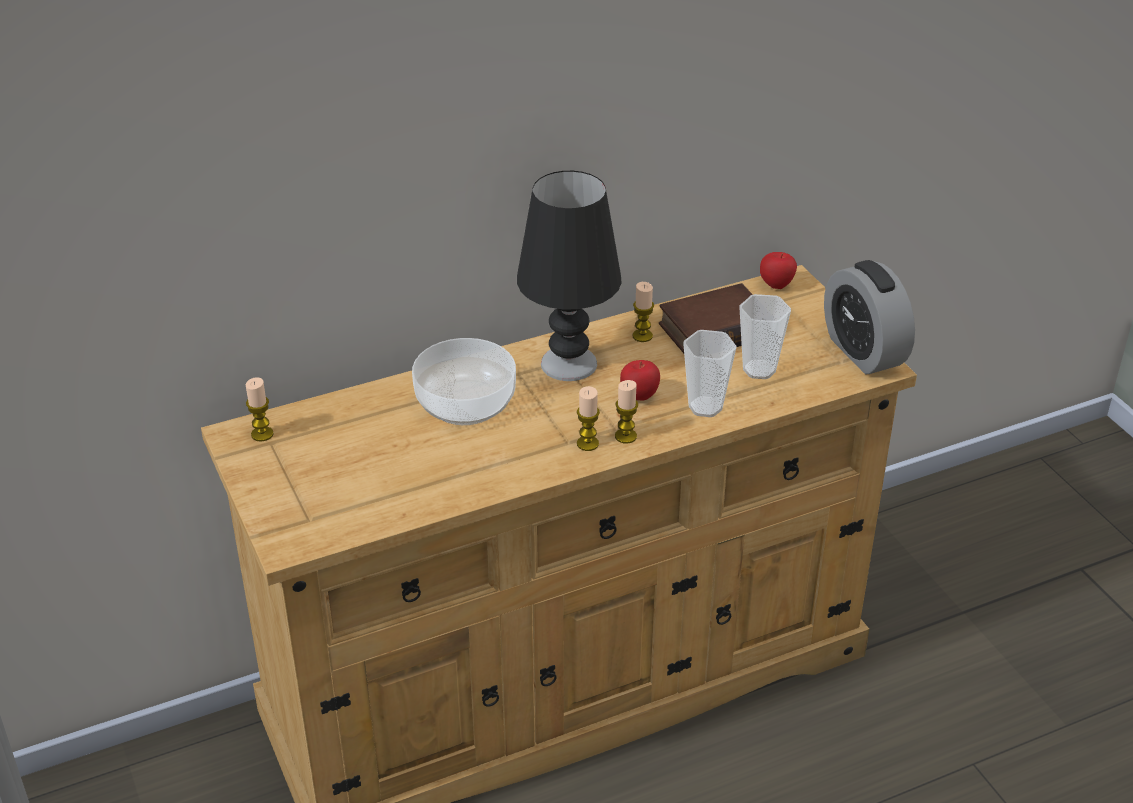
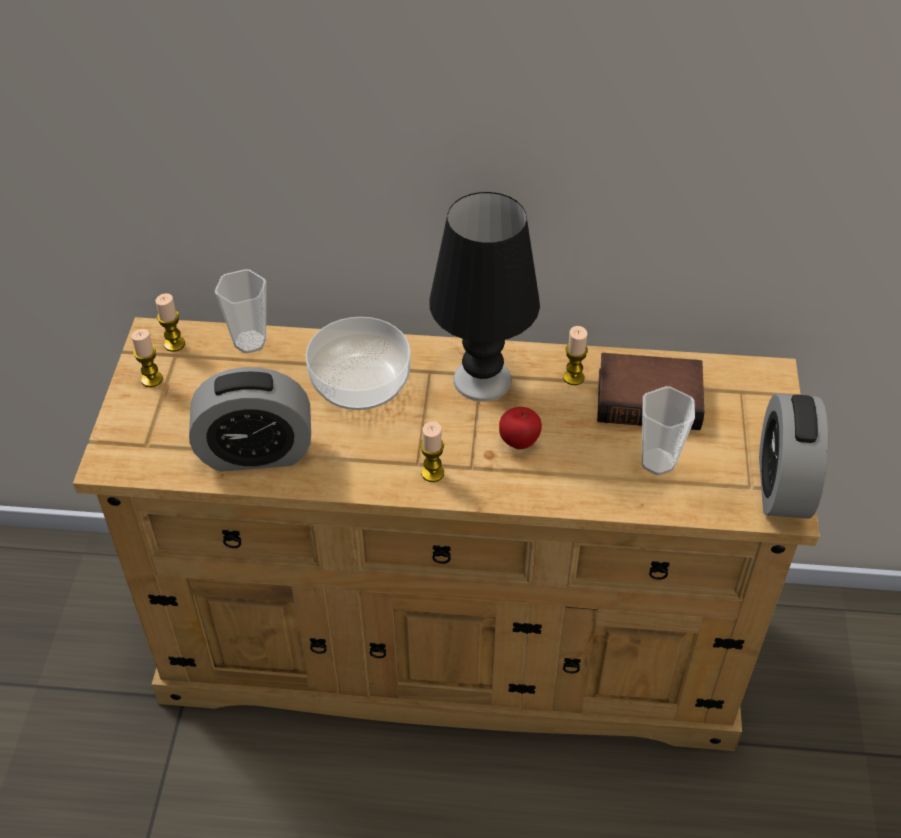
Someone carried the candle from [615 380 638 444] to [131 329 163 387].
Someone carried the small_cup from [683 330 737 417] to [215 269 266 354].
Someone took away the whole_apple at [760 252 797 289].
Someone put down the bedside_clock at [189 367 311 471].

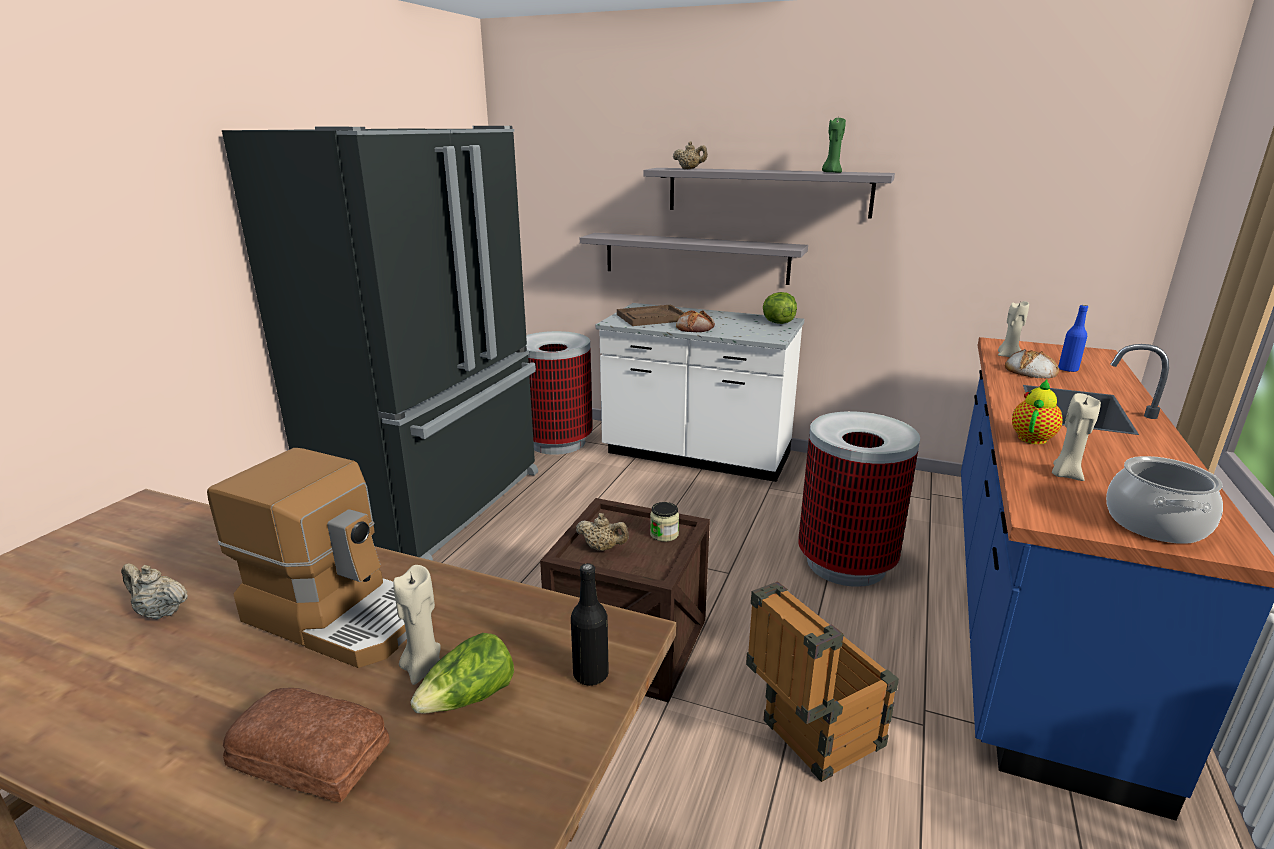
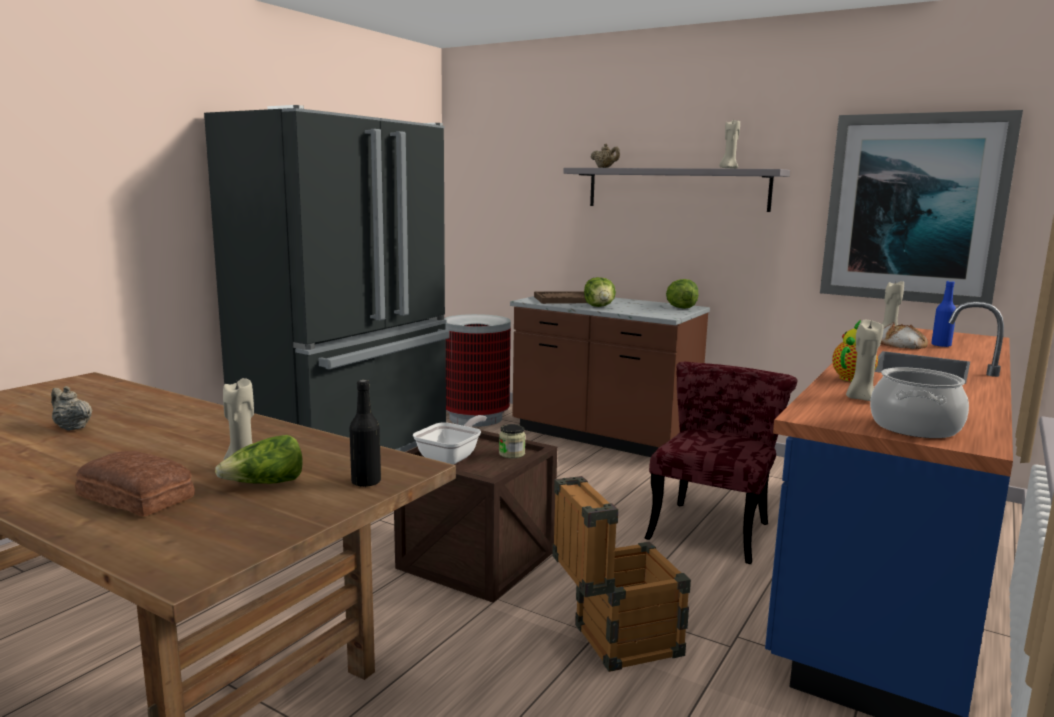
Someone took away the coffee_maker at [207 448 407 668].
Someone swapped the beige_teapot at [576 513 629 551] for the pan at [413 415 487 465].
Someone took away the greyish_wall_shelf at [580 233 808 285].
Someone repainted the white_counter at [596 303 804 482], which became the brown-coloured_counter at [510 291 710 457].
Someone swapped the bread at [676 310 715 332] for the lettuce_head at [584 277 616 307].
Someone swapped the waste_bin at [798 411 920 587] for the red_upright_chair at [644 362 797 564].
Someone repainted the greenish_candle at [822 118 846 173], which became the beige_candle at [719 120 740 169].
Someone put up the wall_art at [820 110 1023 305].

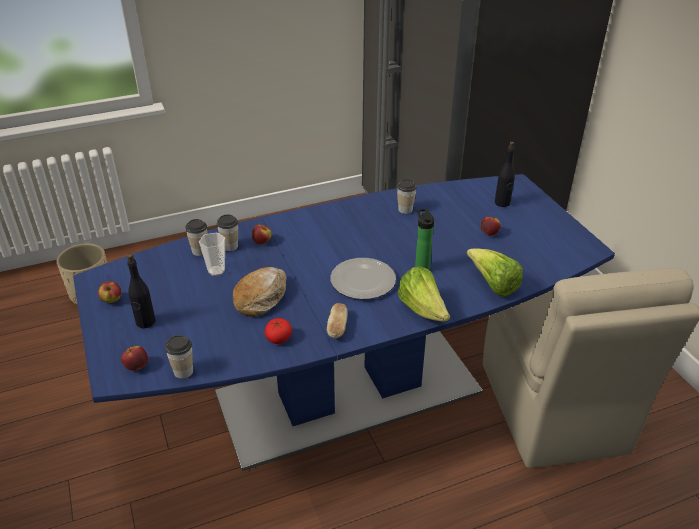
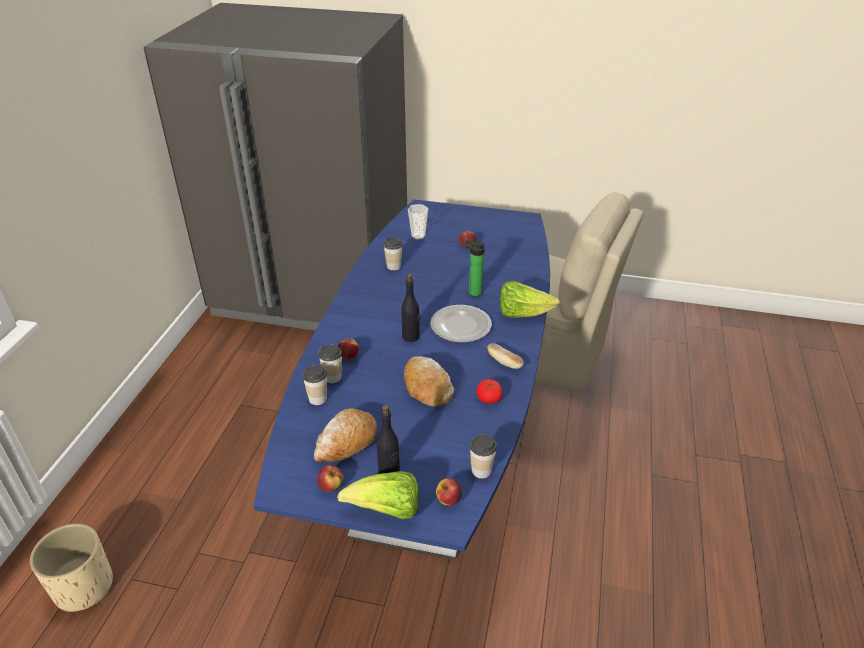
Someone carried the small_cup from [199 233 225 276] to [408 204 428 240].
Someone carried the lettuce_head from [466 248 523 297] to [337 471 419 519].
Someone carried the blackish_beverage_bottle from [495 142 515 207] to [401 273 420 342].
Someone put down the bread at [314 408 377 463].

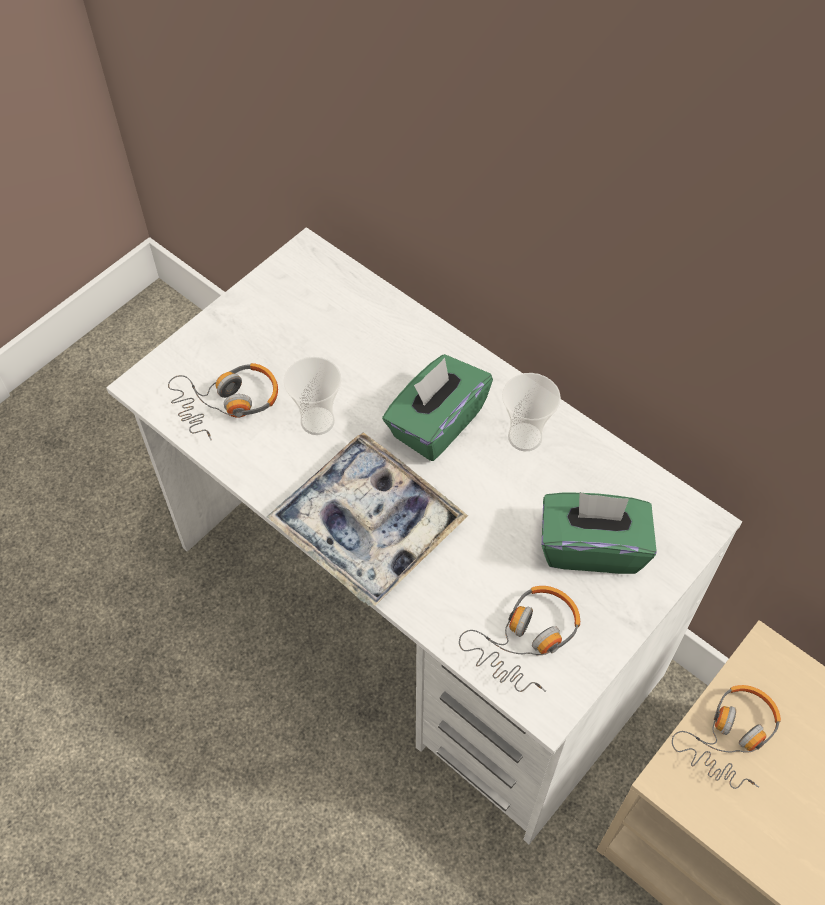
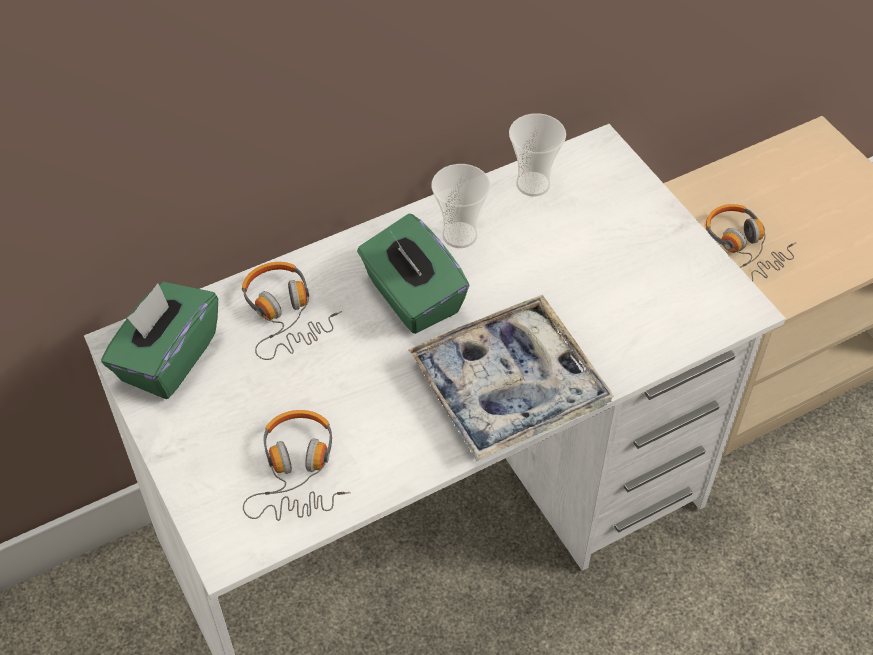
Someone carried the small_cup from [284 357 342 435] to [509 113 566 196].
Someone carried the headphones from [459 586 580 692] to [242 262 342 360].
Someone carried the greenish_box_of_tissues from [541 492 657 574] to [101 282 218 399].

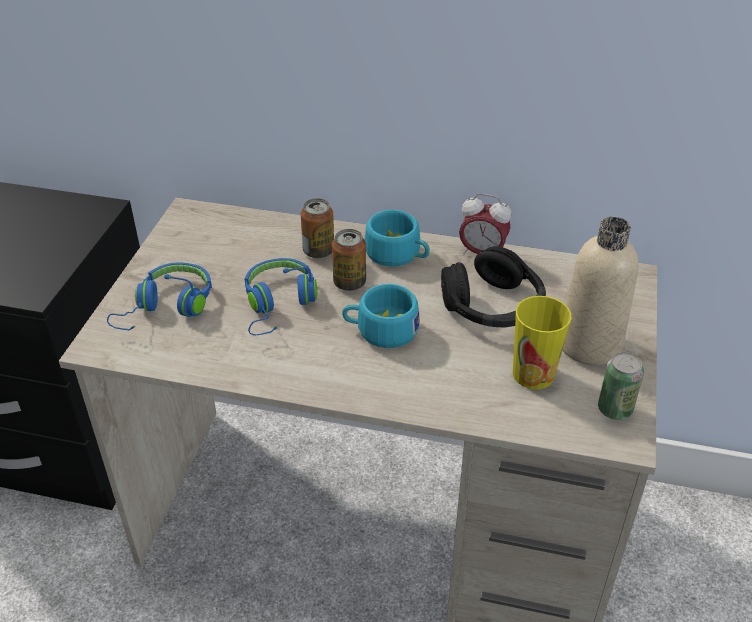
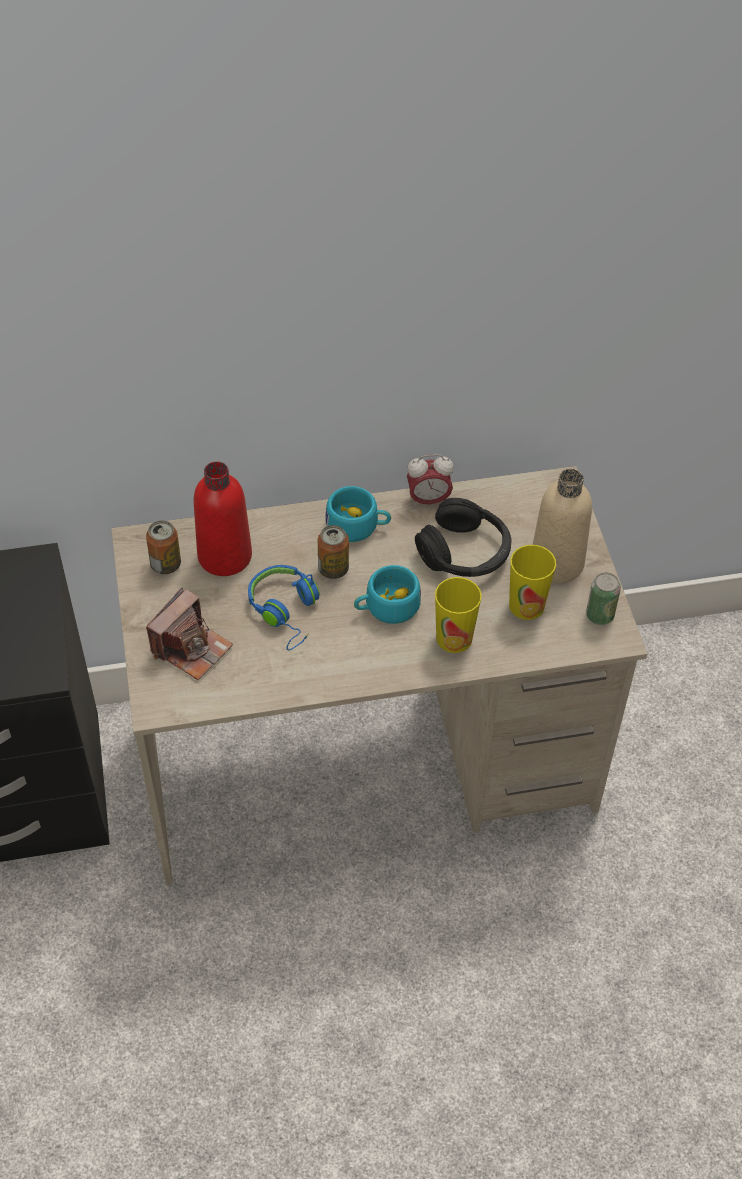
Someone swapped the blue_headphones at [107 262 212 330] for the still_camera at [146 588 233 680].
Someone carried the can from [301 198 334 258] to [146 520 181 574].
Someone put down the red_beverage_bottle at [194 462 252 576].
Someone put down the small_cup at [435 577 482 653].

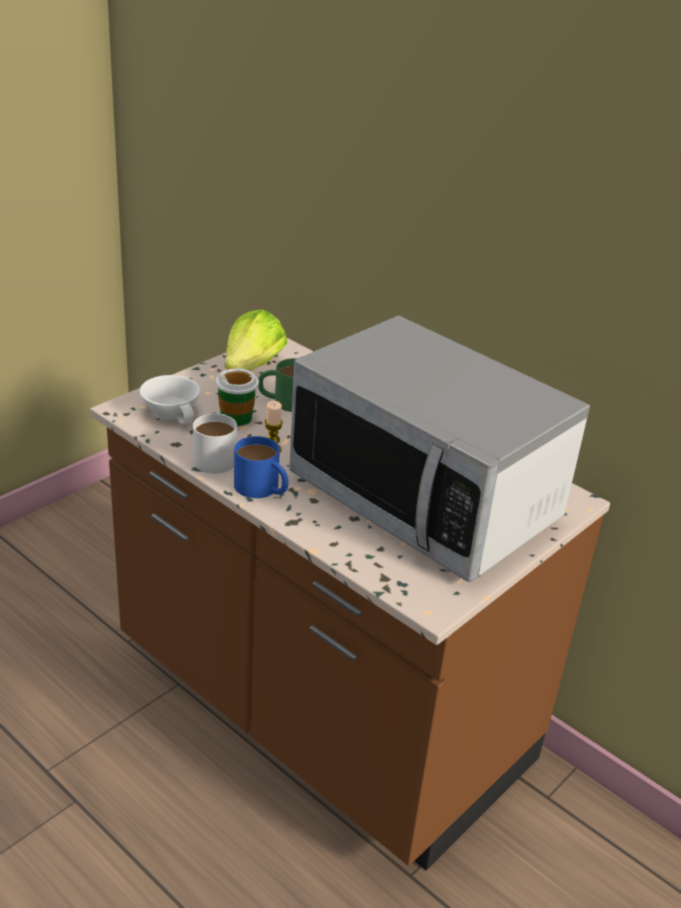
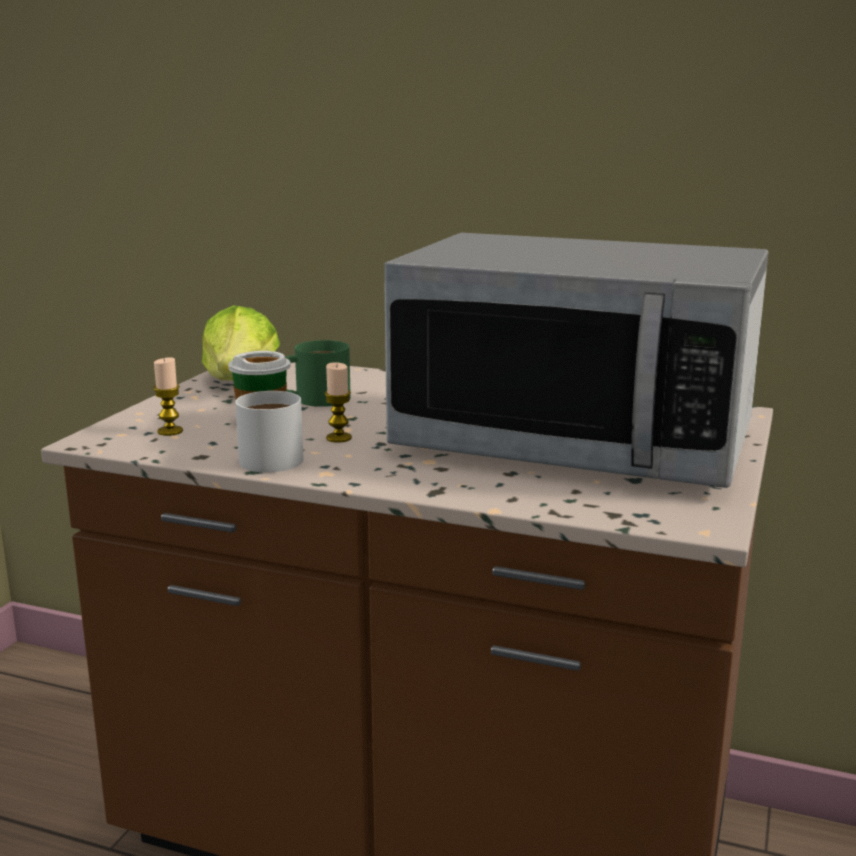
Someone swapped the white_small_cup at [140 375 200 424] for the candle at [153 357 183 436].
Someone took away the blue_mug at [234 436 288 498].

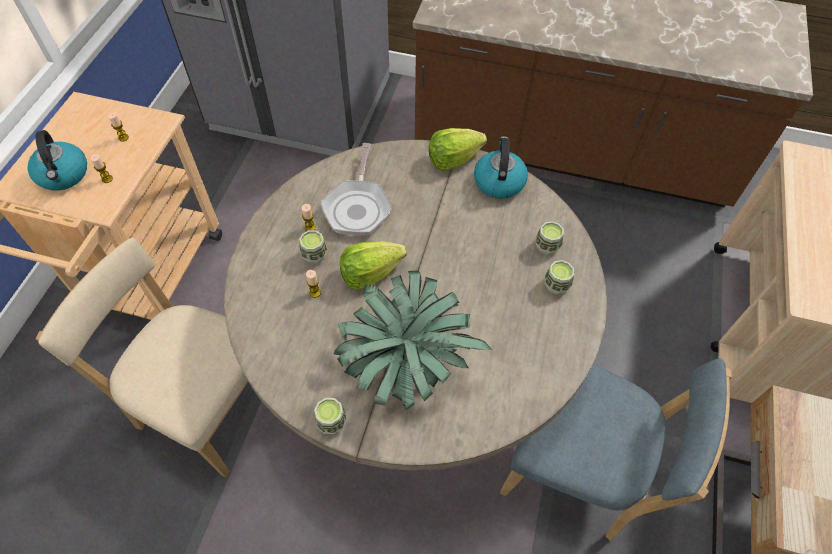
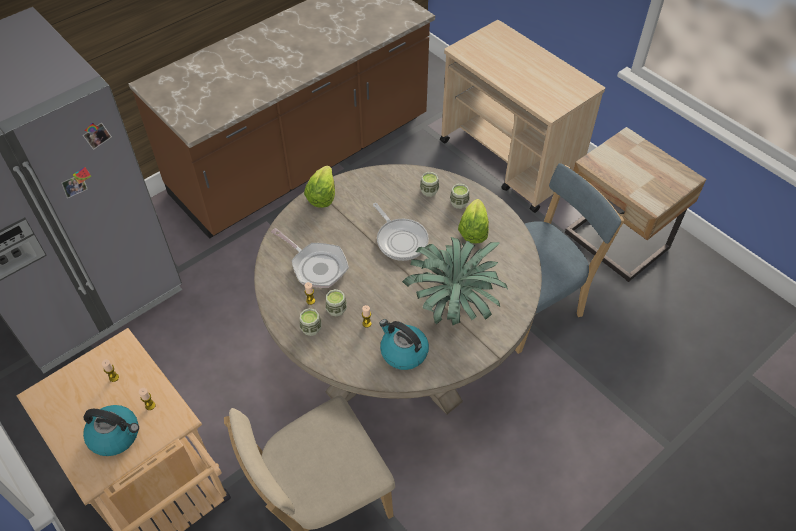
Someone carried the small_cup from [314 398 347 434] to [300 308 322 336].
Someone carried the lettuce_head from [340 241 407 289] to [458 199 489 243].
Someone carried the kettle from [474 136 528 199] to [379 319 429 370].
Someone put down the pan at [373 203 429 261].

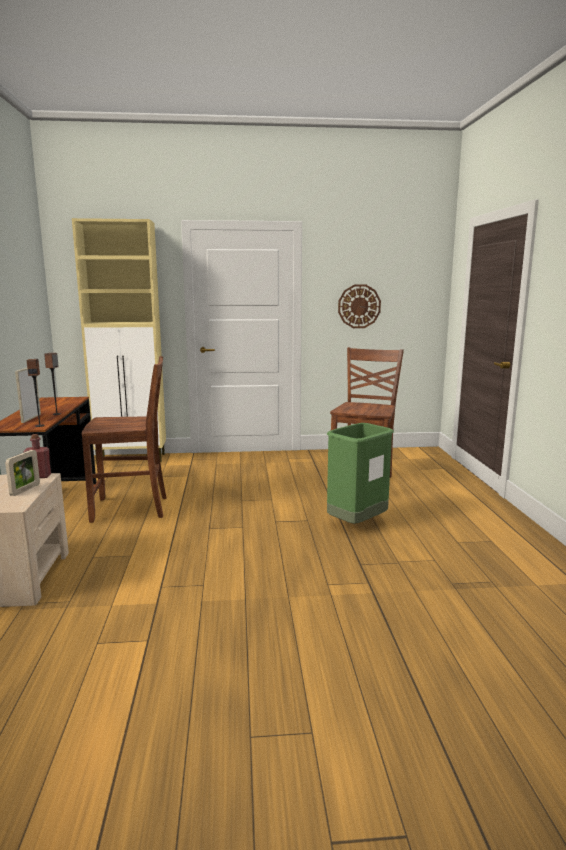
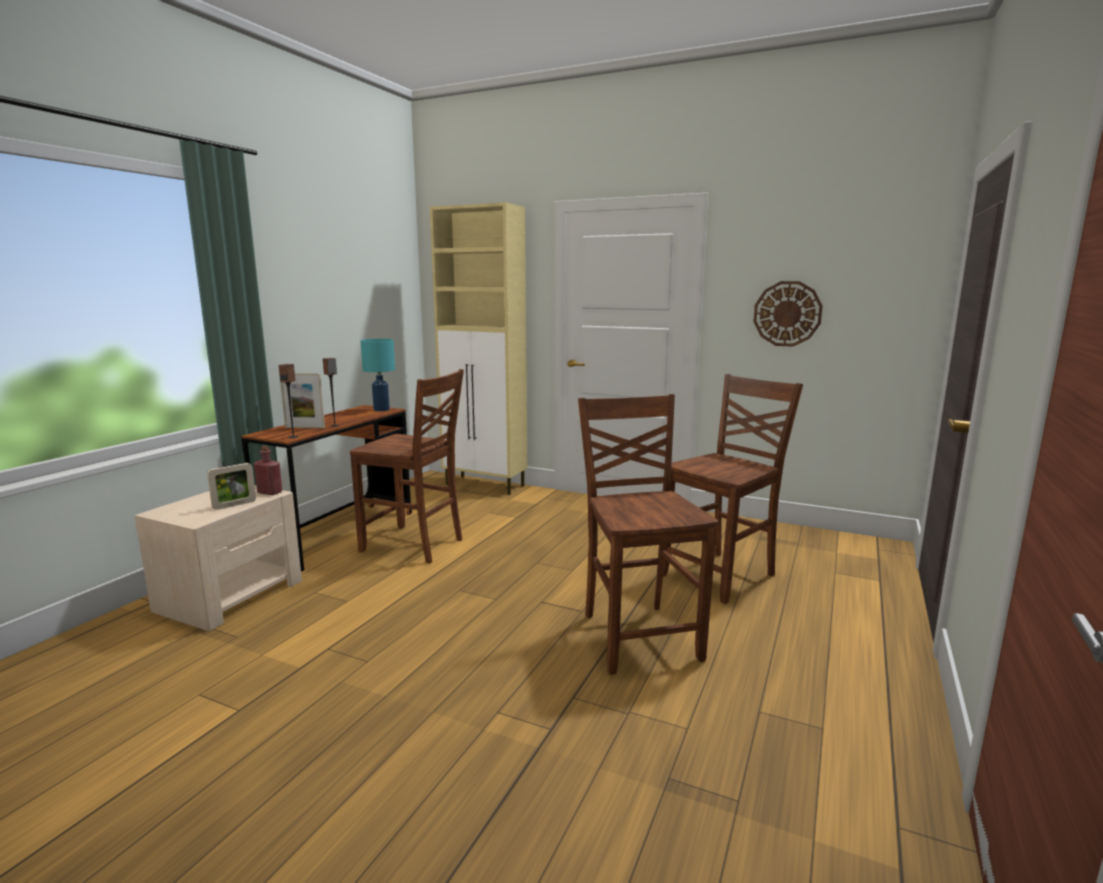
Someone rotated the picture_frame at [15 368 41 423] by 120 degrees counterclockwise.
Someone swapped the greenish_waste_bin at [327 423 394 524] for the brown-coloured_upright_chair at [578 394 718 675].
Someone put down the turquoise_table_lamp at [360 339 395 411].

